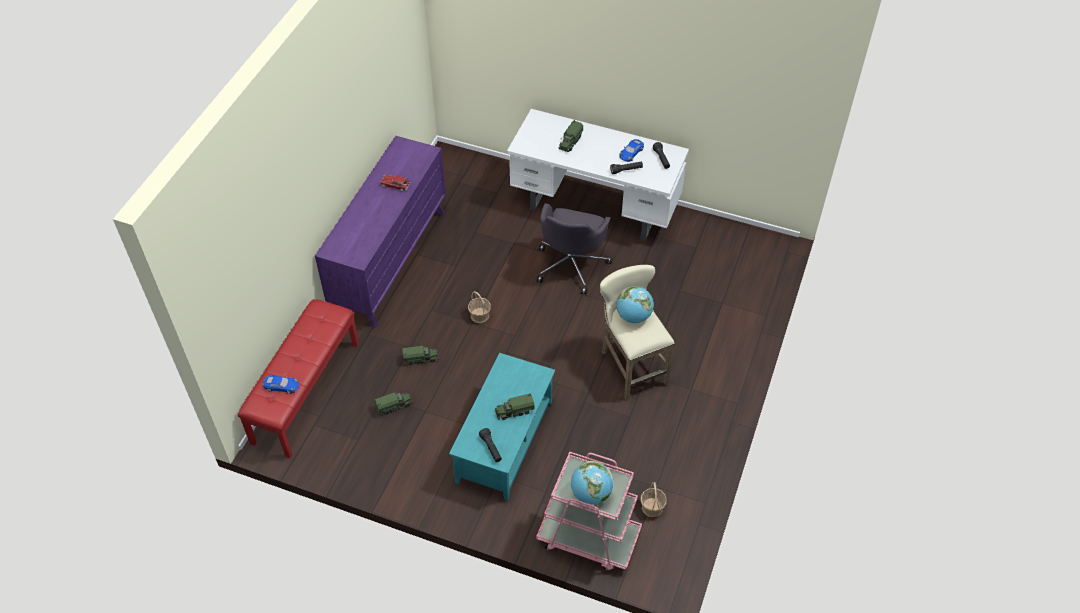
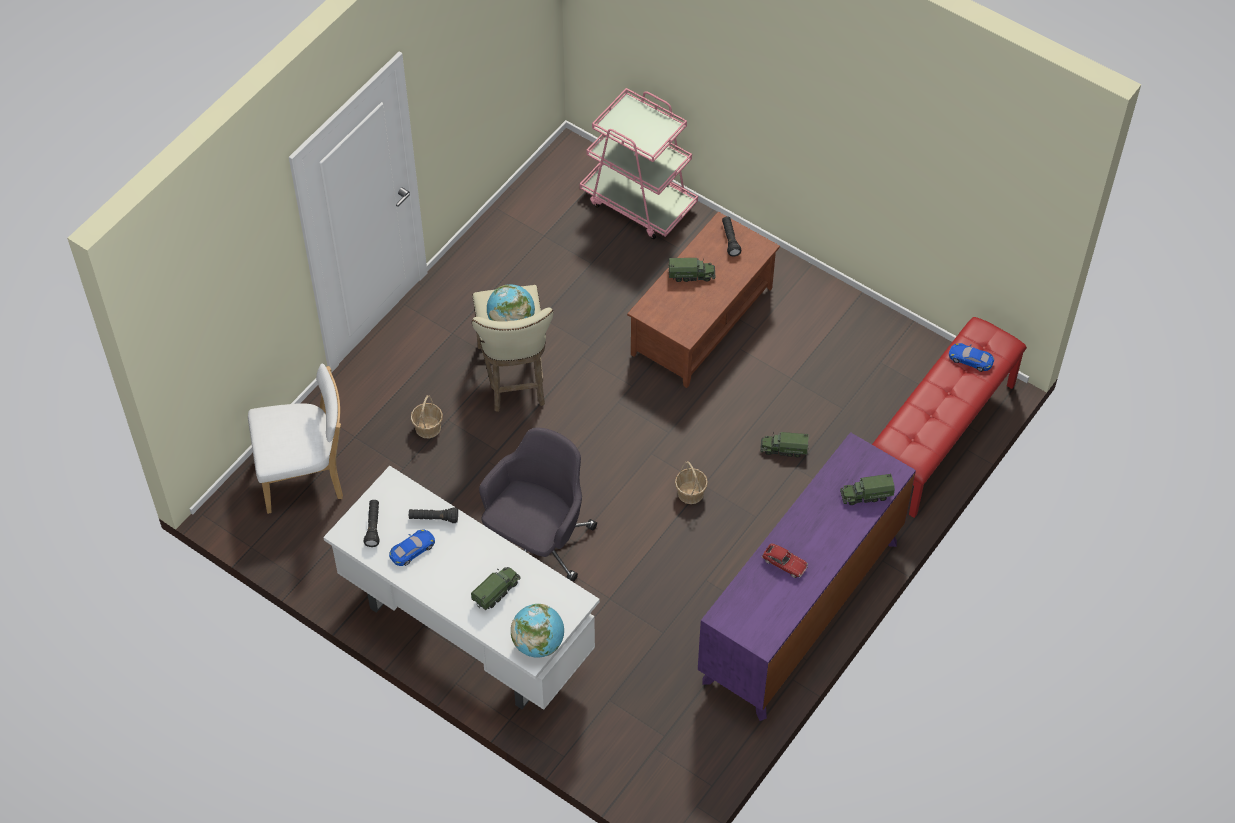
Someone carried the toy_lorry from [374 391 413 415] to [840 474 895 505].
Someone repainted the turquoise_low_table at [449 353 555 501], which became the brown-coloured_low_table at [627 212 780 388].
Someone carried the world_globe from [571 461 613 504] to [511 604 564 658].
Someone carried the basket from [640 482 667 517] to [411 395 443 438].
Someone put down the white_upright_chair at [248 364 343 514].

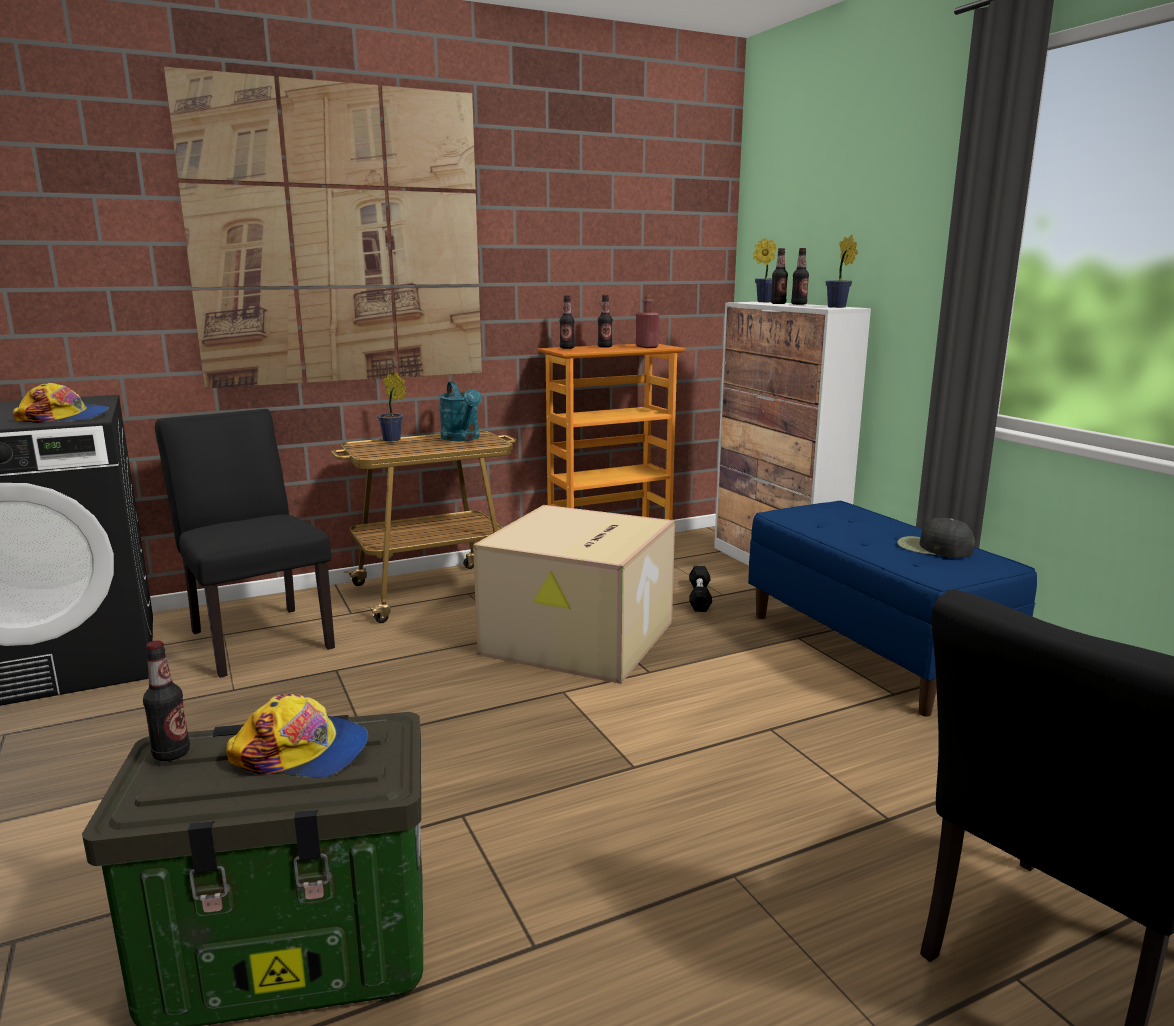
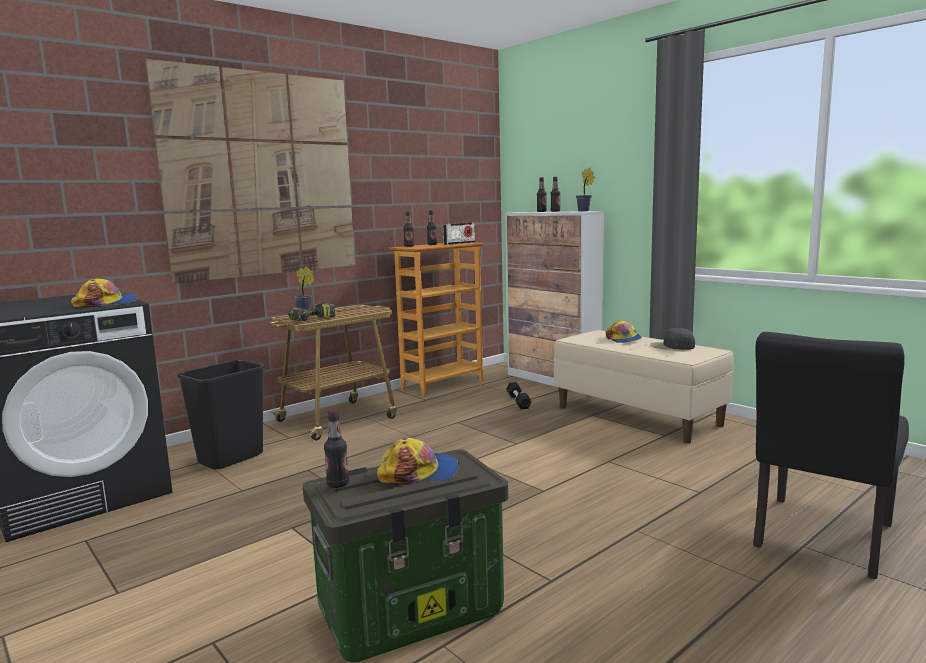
Someone swapped the blackish_upright_chair at [155 409 335 678] for the blackish_waste_bin at [177 360 265 470].
Someone took away the turquoise_watering_pot at [439 381 482 441].
Someone took away the carton at [473 505 675 684].
Someone swapped the red_beverage_bottle at [636 295 659 348] for the radio_set at [443 223 475 245].
Someone repainted the blue_long_seat at [748 501 1037 717], which became the beige_long_seat at [554 330 733 444].
Someone took away the houseplant at [753 238 777 302].
Someone put down the power_drill at [288 302 336 321].
Someone put down the cap at [605 320 642 343].

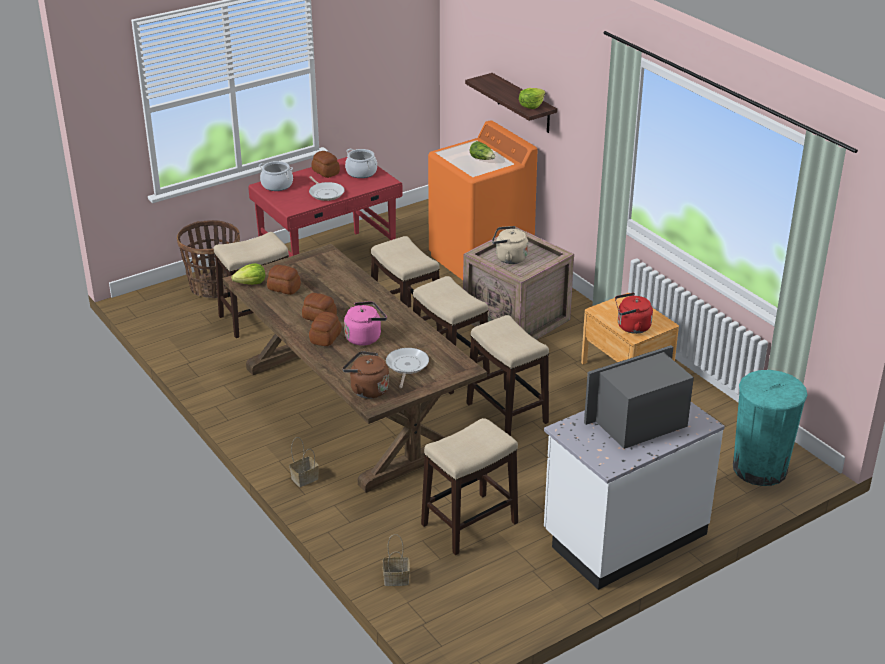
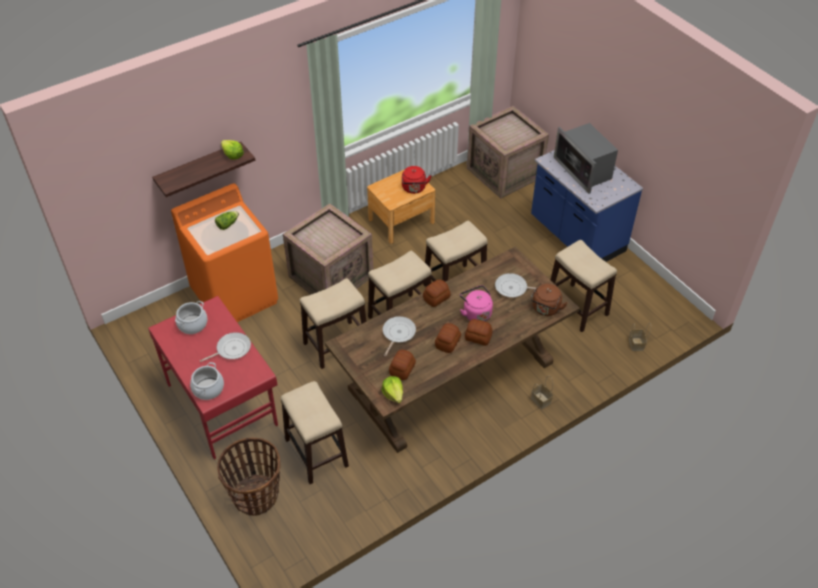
Someone carried the bread from [312 151 340 178] to [423 280 451 307].
Someone took away the beige_kettle at [492 226 528 264].
Someone repainted the white_counter at [544 402 725 590], which became the blue_counter at [531 150 643 262].
Someone swapped the turquoise_waste_bin at [733 370 807 486] for the crate at [467 106 549 199].
Someone put down the pan at [383 316 416 356].

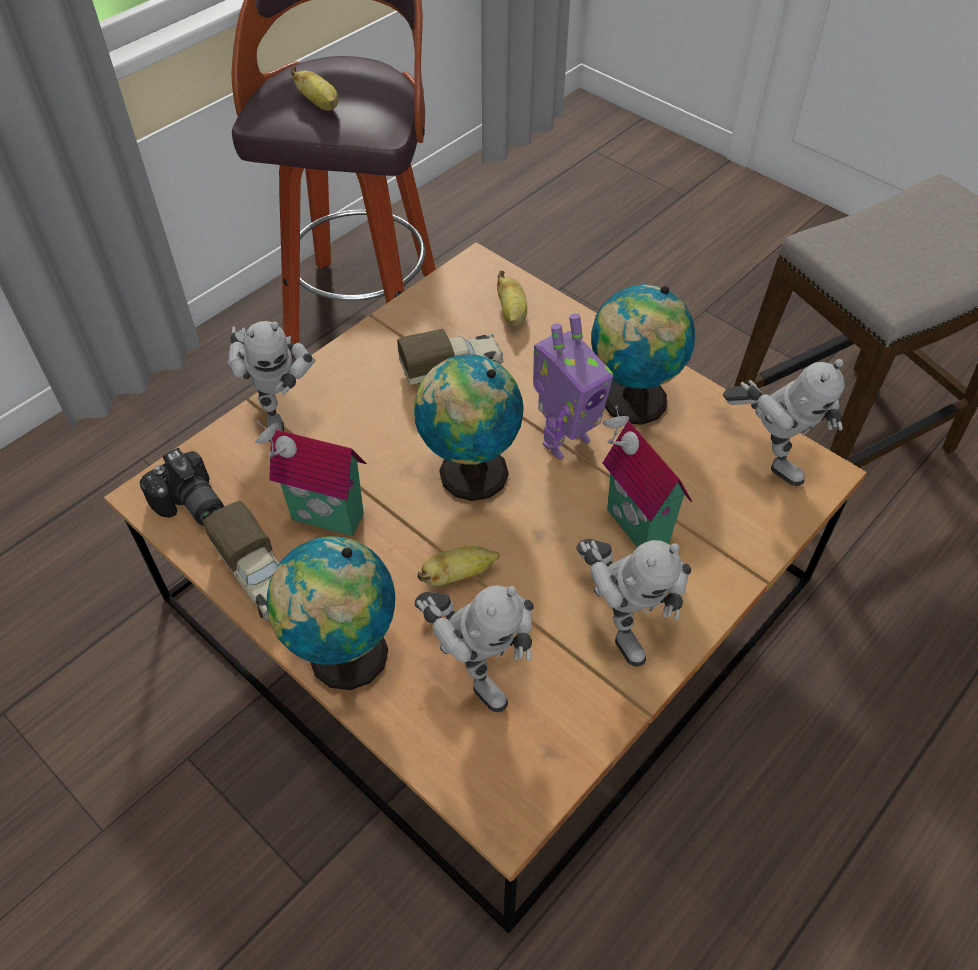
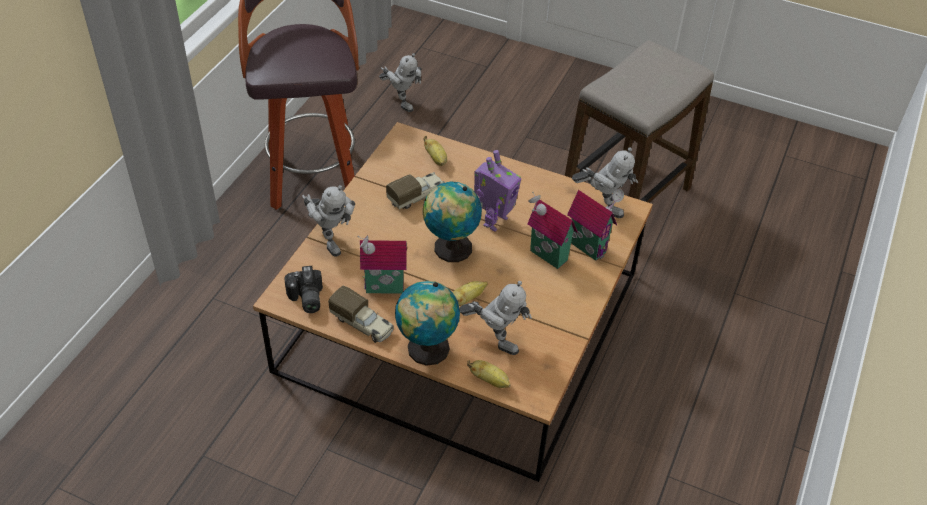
Someone rotated the still_camera at [139 448 224 526] by 45 degrees clockwise.
Someone carried the banana from [291 67 339 111] to [467 360 511 388].
Someone carried the toy_robot from [576 539 691 667] to [379 53 422 112].
Someone took away the world_globe at [591 284 695 425].
Someone put down the toy_house at [567 189 624 261].

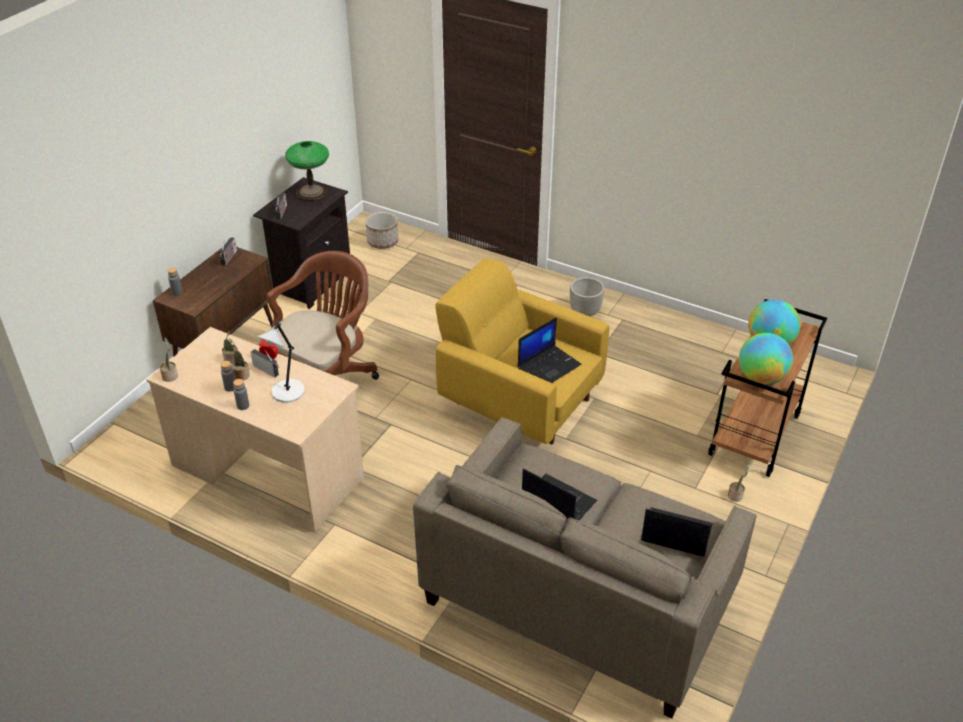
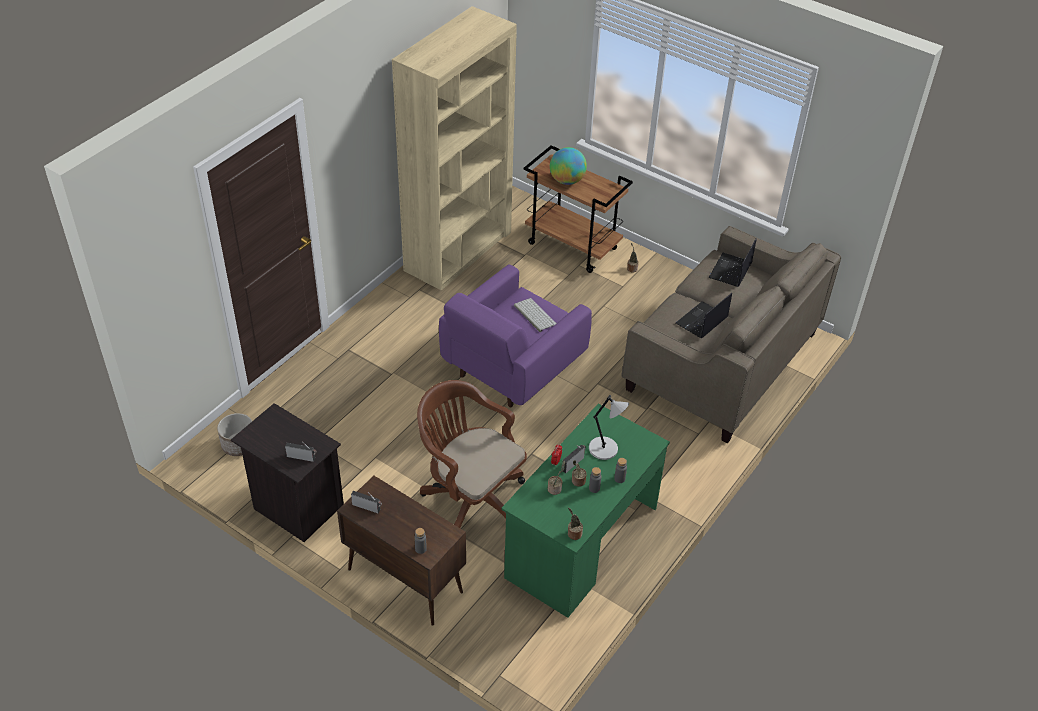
Someone repainted the beige_desk_table at [146 327 364 532], which became the greenish_desk_table at [501 404 670 618].
Someone took away the table_lamp at [285 141 329 202].
Someone repainted the yellow_easy_chair at [435 258 610 445], which became the purple-coloured_easy_chair at [439 264 592 408].
Someone swapped the notebook_computer at [518 317 582 383] for the keyboard at [514 298 557 332].
Someone took away the flower_pot at [570 277 604 317].
Someone took away the world_globe at [739 333 793 385].
Someone put down the beige_shelving_unit at [392 6 517 290].

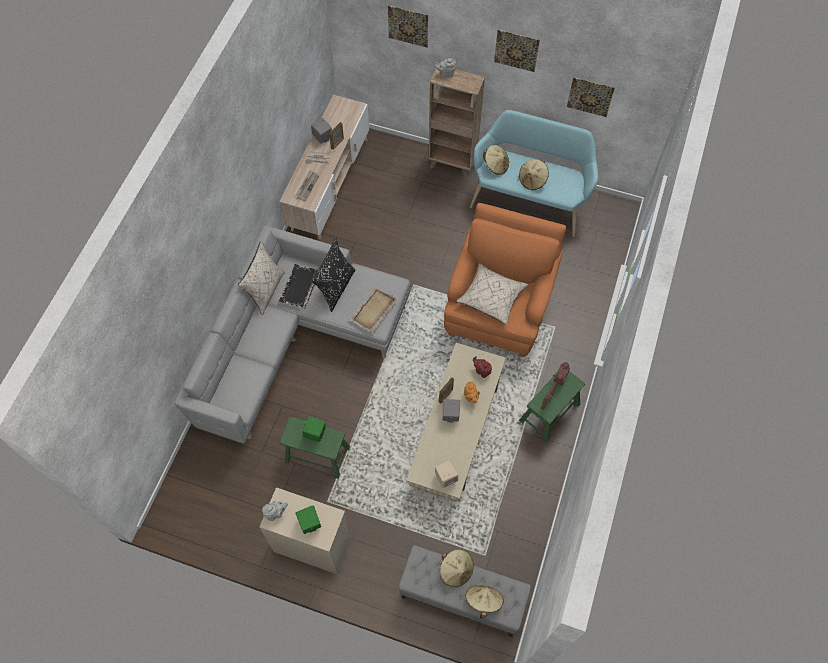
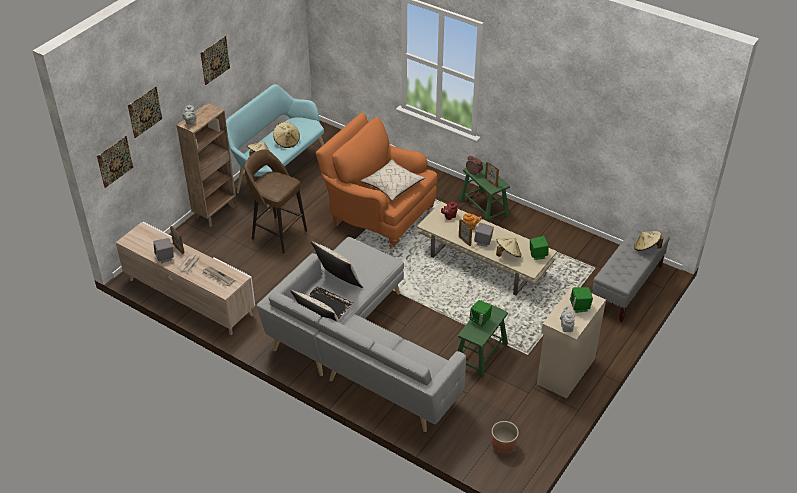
Someone repainted the blackish_throw_pillow at [311 238 355 312], which became the beige_throw_pillow at [311 241 363 288].
Someone took away the beige_serving_tray at [349 286 398 333].
Someone repainted the beige_audio_speaker at [435 460 458 488], which became the greenish_audio_speaker at [530 236 549 260].
Someone carried the beige_wearable_hat from [440 549 474 587] to [496 238 522 257].
Someone carried the wall_art from [567 77 615 117] to [97 136 133 188].
Someone put down the brown-coloured_stool at [244 149 307 254].
Someone put down the brown-coloured_flower_pot at [491 421 519 454].

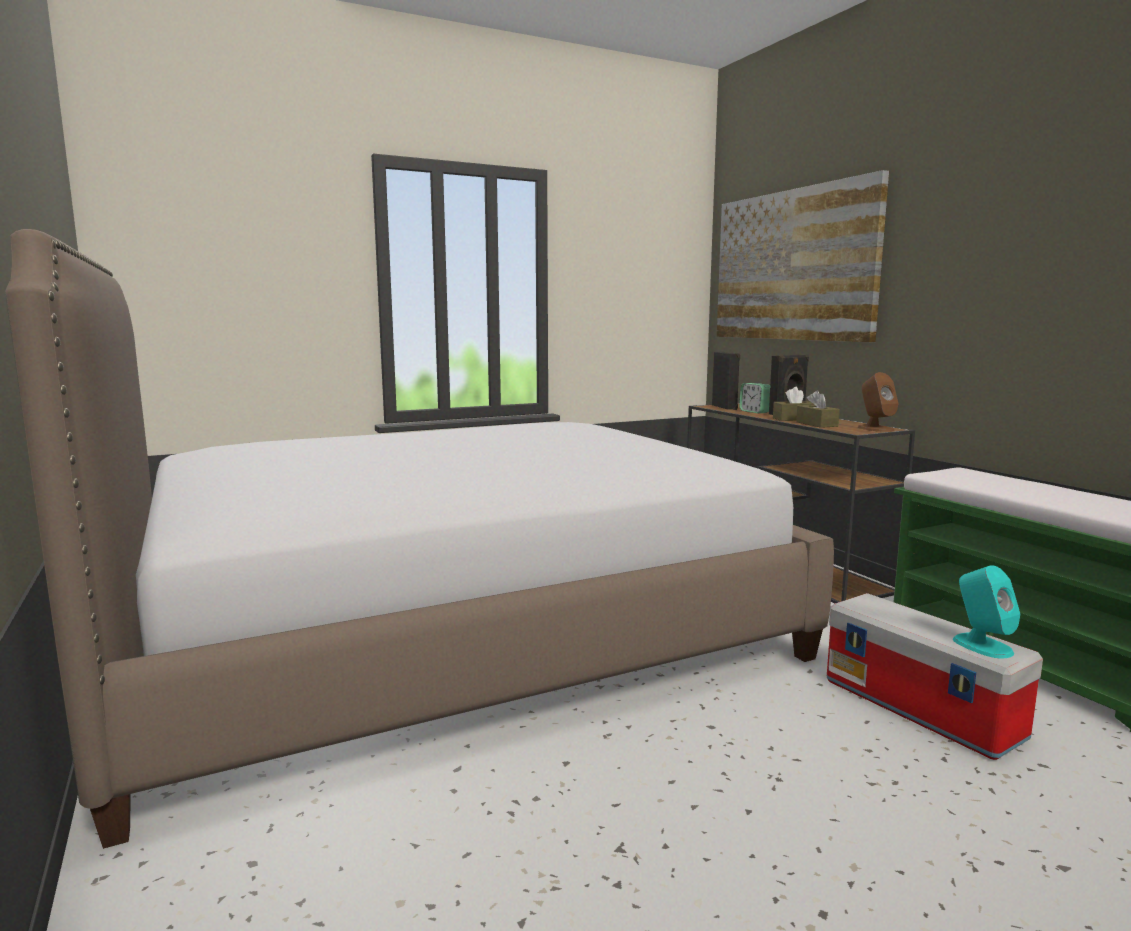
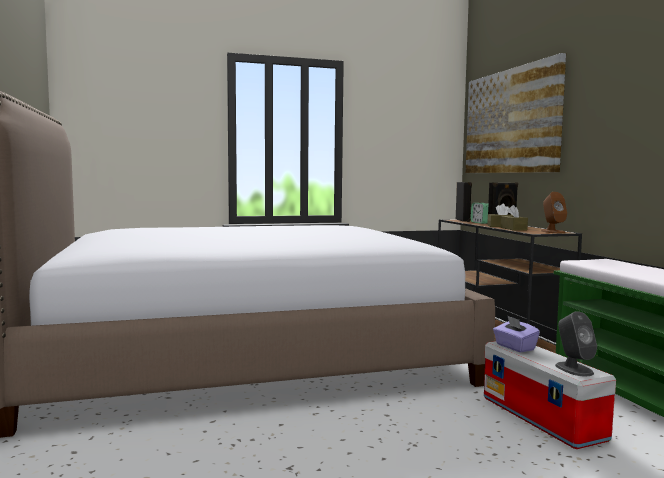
Someone repainted the turquoise_audio_speaker at [953 565 1020 659], which became the greyish_audio_speaker at [555 311 597 376].
Someone put down the purple-coloured_box_of_tissues at [493 315 540 353].

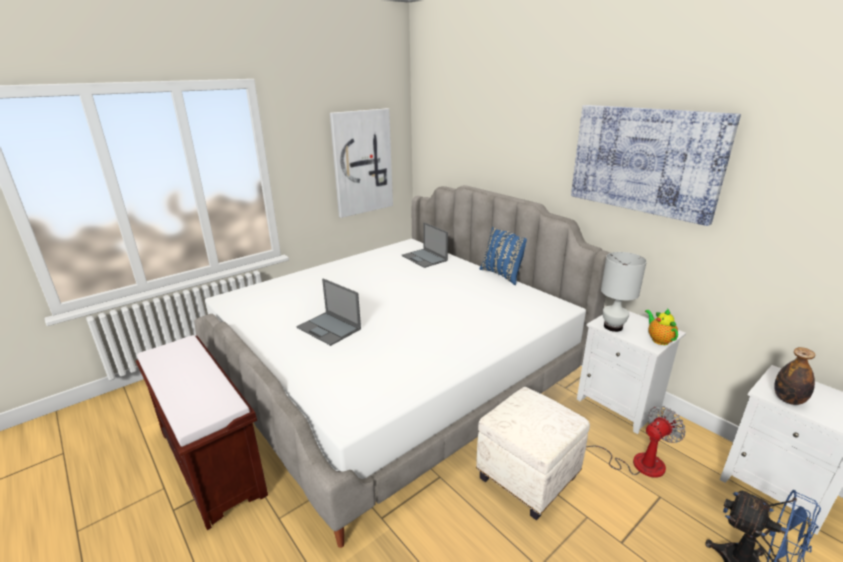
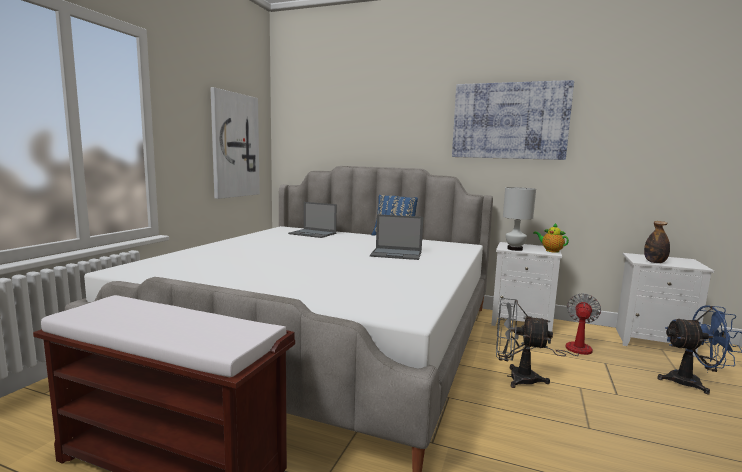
Someone carried the notebook_computer from [297 279 361 346] to [370 214 423 260].
Someone swapped the white_ottoman at [476 387 590 520] for the greyish_fan at [496 298 553 388].

